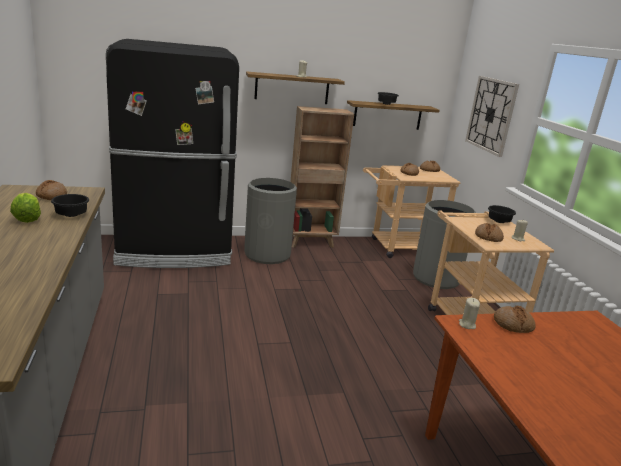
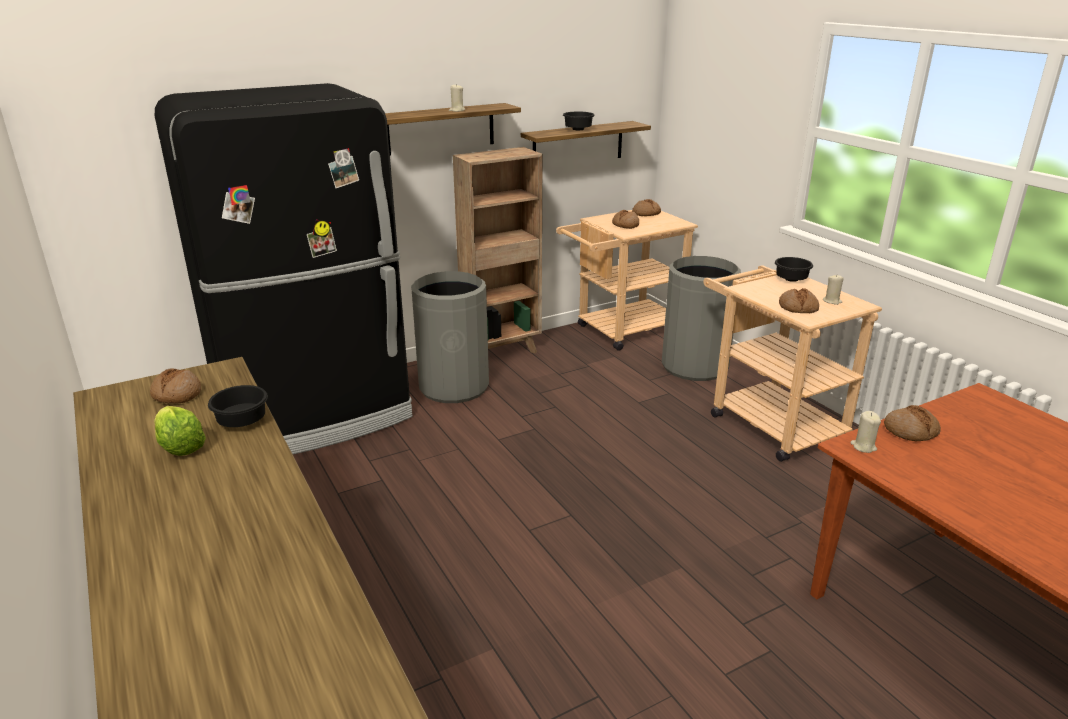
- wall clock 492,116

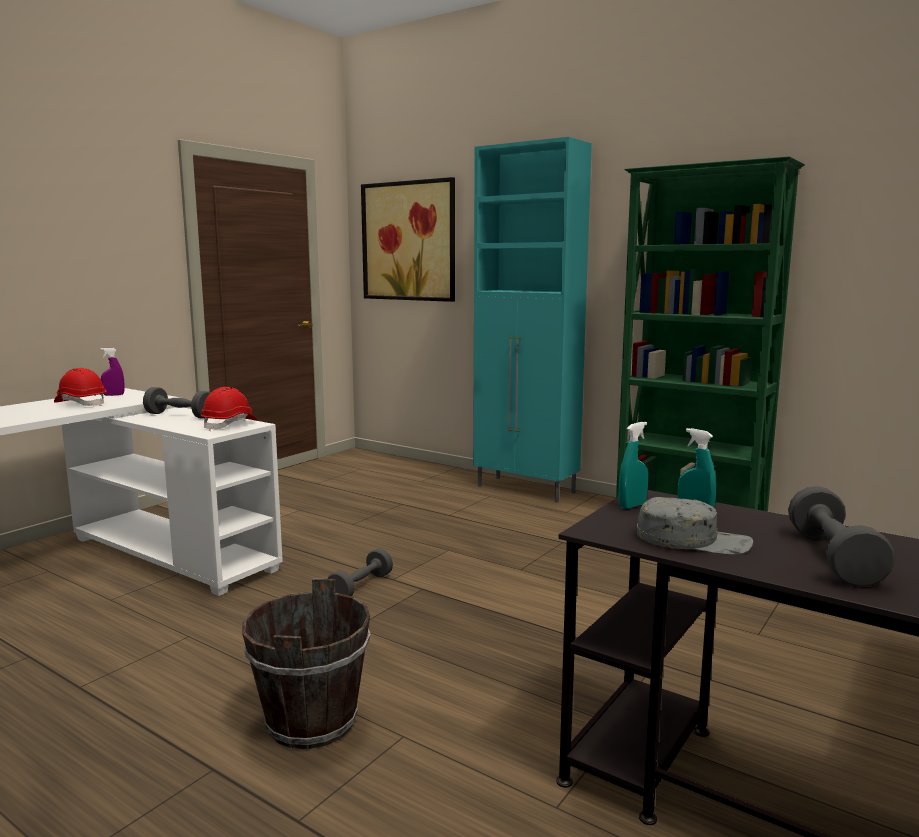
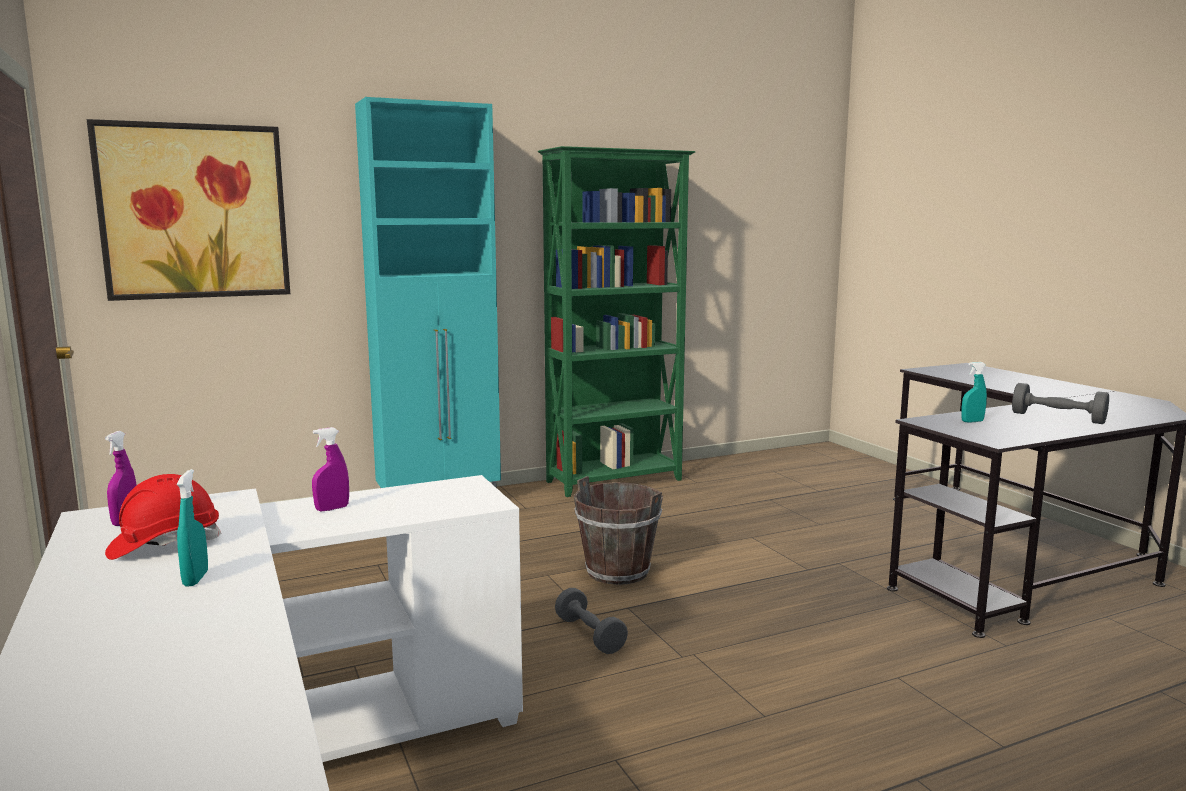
- red hard hat 229,409
- grey cap 695,526
~ brown bucket 306,663 to 618,530
~ turquoise spray bottle 633,465 to 192,528
~ grey dumbbell 176,403 to purple spray bottle 330,469

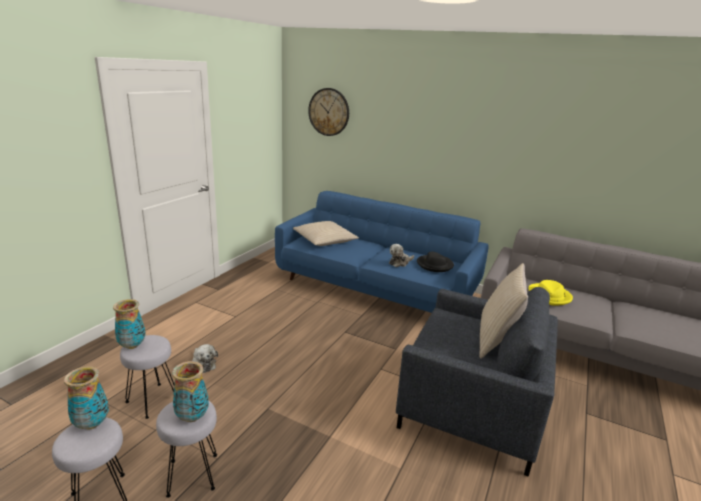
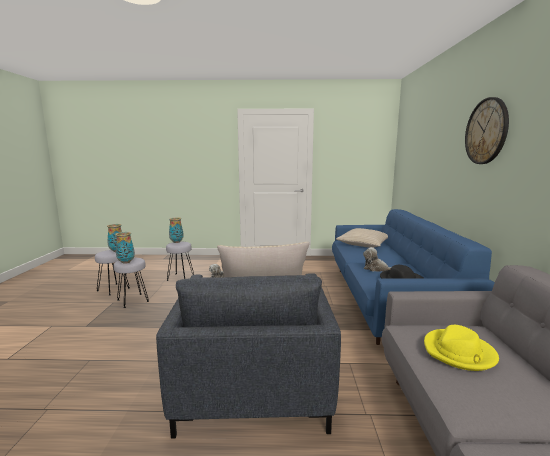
~ wall clock 328,112 to 487,130

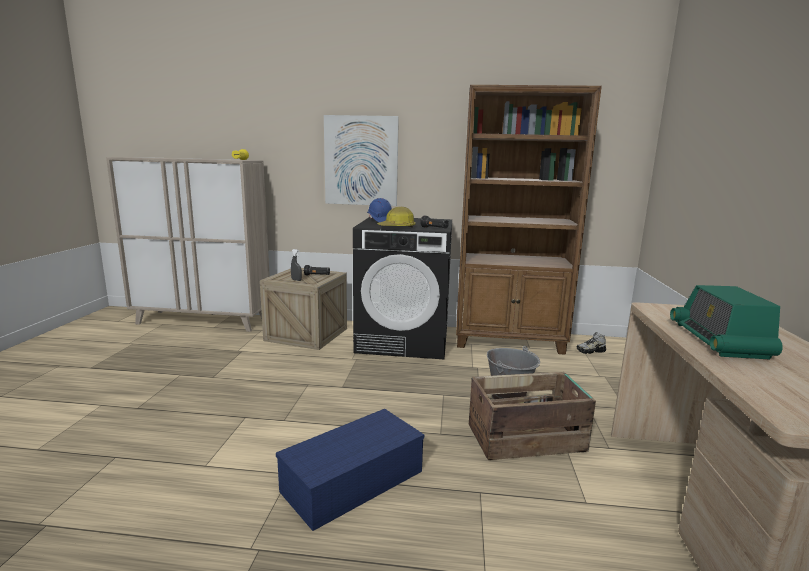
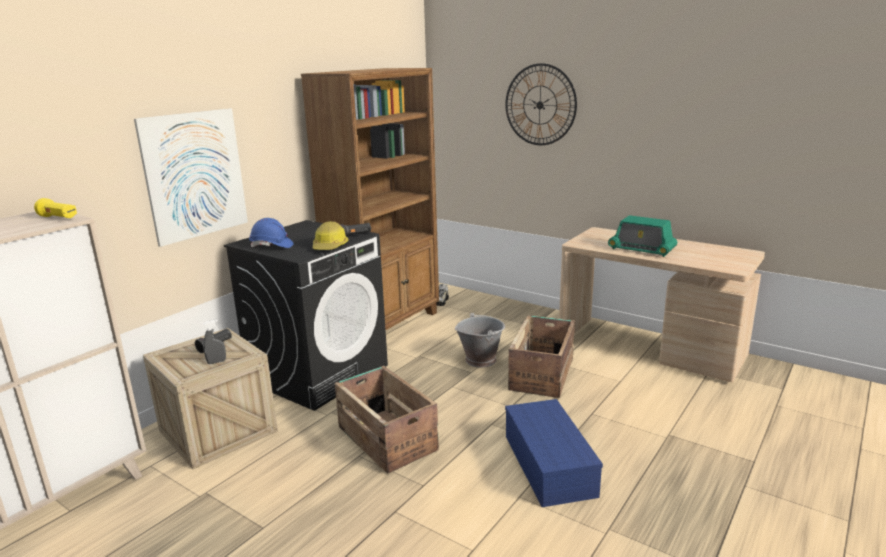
+ crate 387,420
+ wall clock 541,104

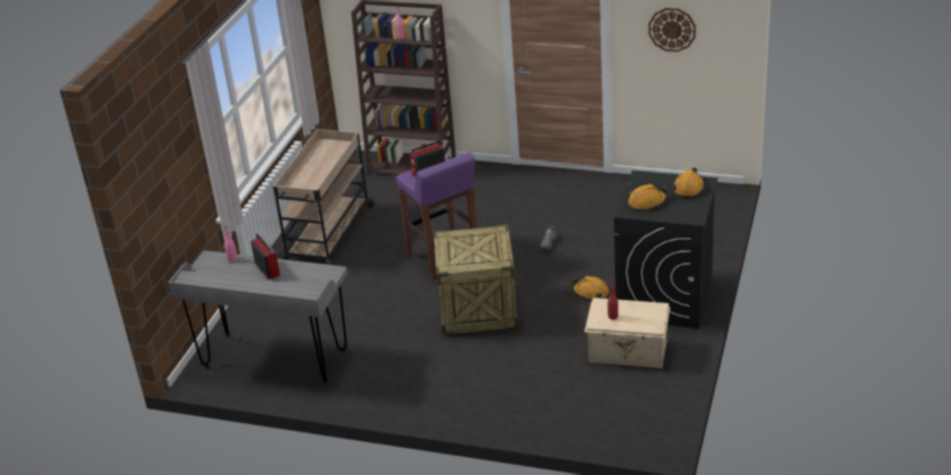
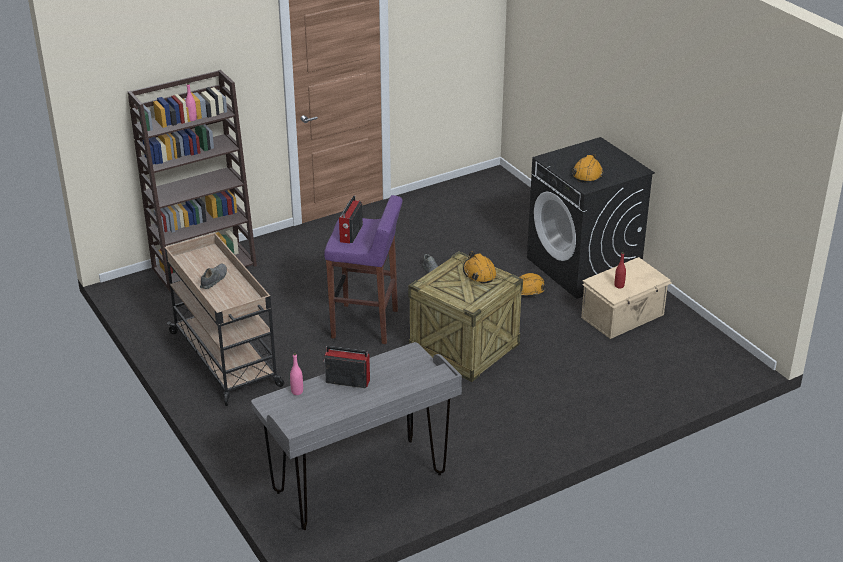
- wall clock 672,30
+ grey shoe 213,276
~ orange hard hat 688,182 to 479,268

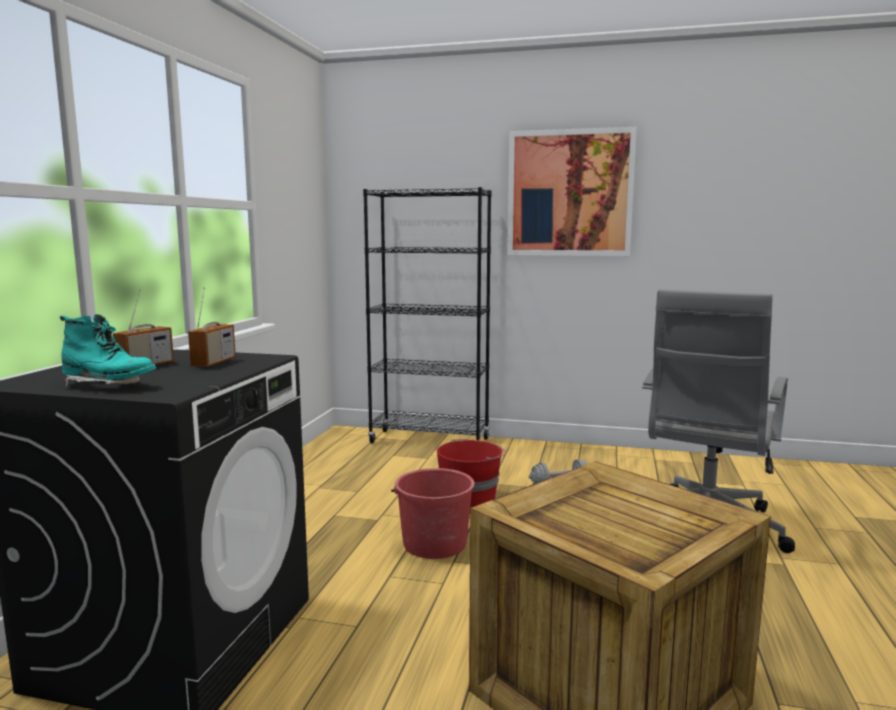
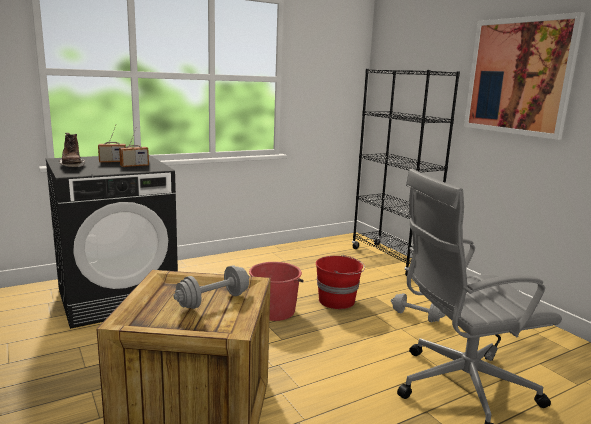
+ grey dumbbell 211,287
~ turquoise boot 108,350 to brown boot 72,150

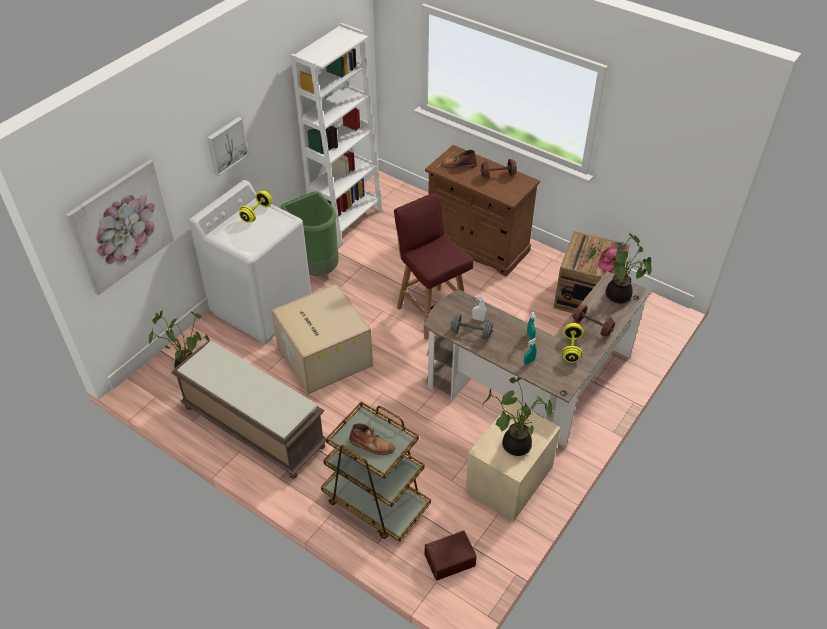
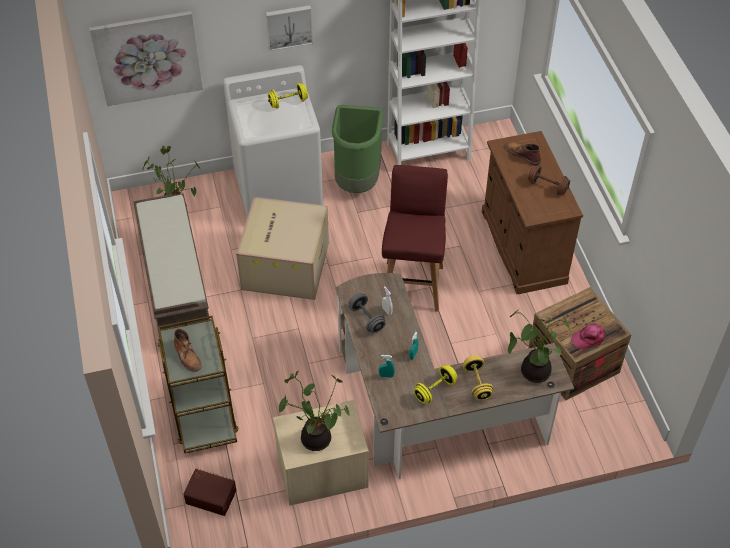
~ brown dumbbell 594,320 to yellow dumbbell 478,378

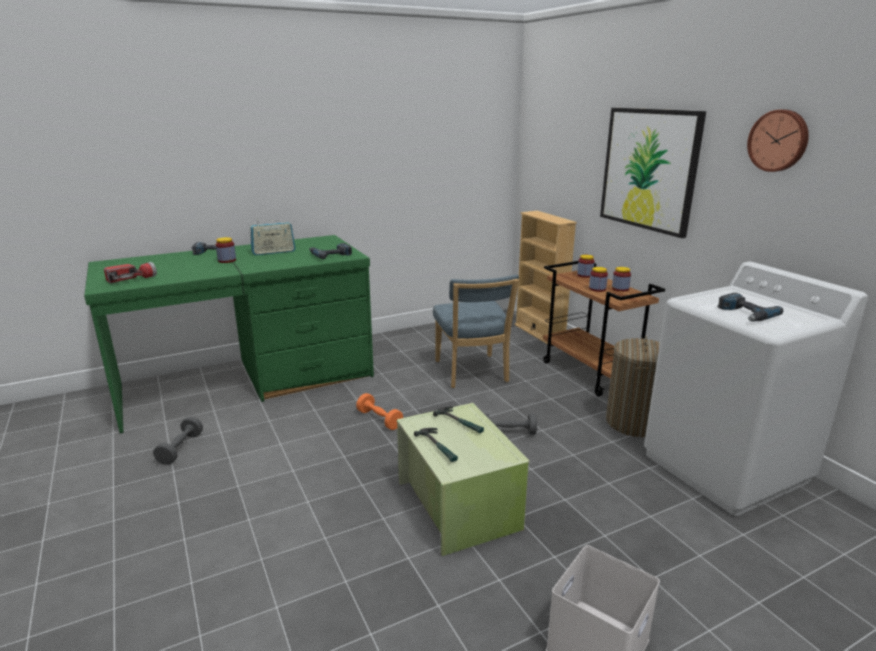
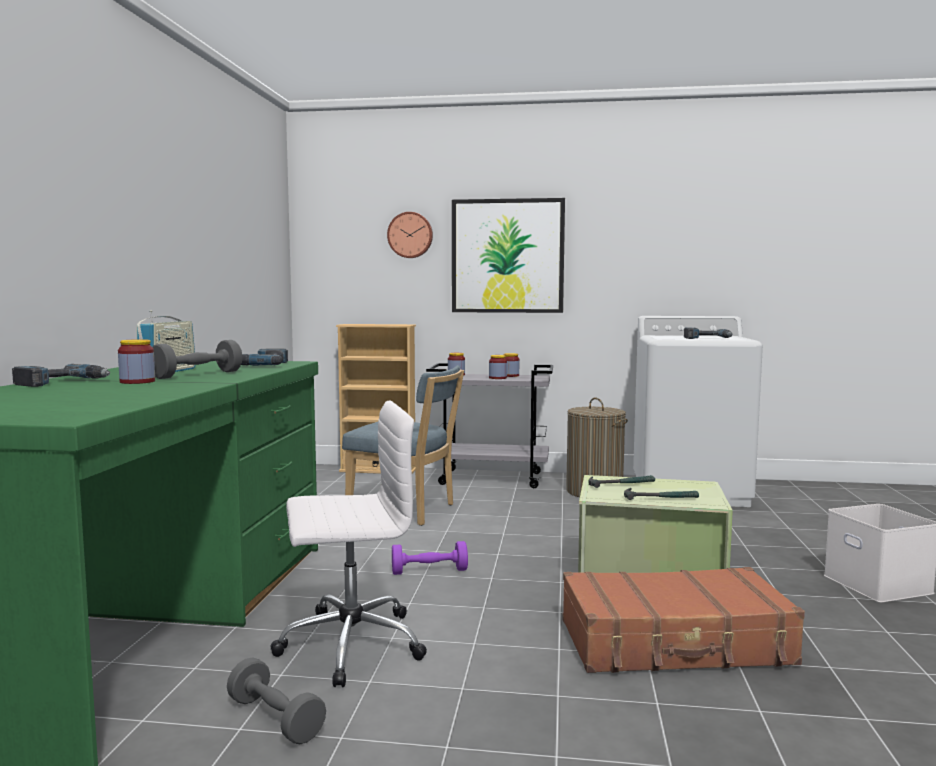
- flashlight 130,272
+ white office chair 349,544
+ brown suitcase 683,620
~ grey dumbbell 510,424 to 197,359
~ wall clock 778,141 to 410,235
~ orange dumbbell 379,411 to purple dumbbell 430,558
~ brown cart 604,328 to grey cart 489,425

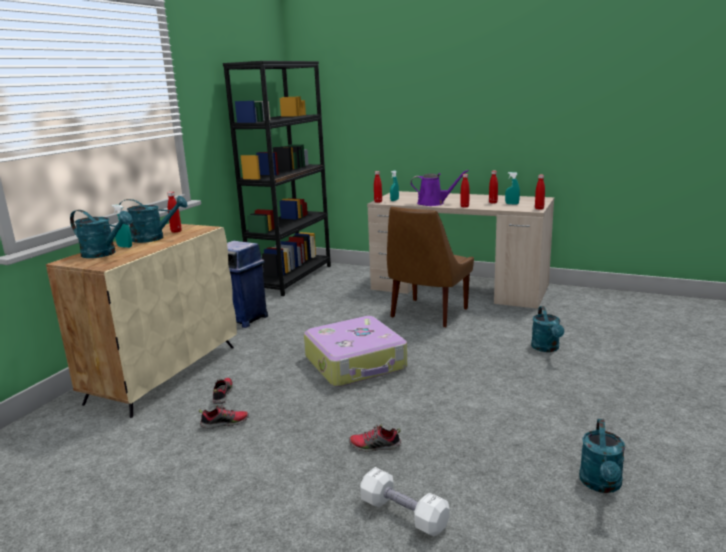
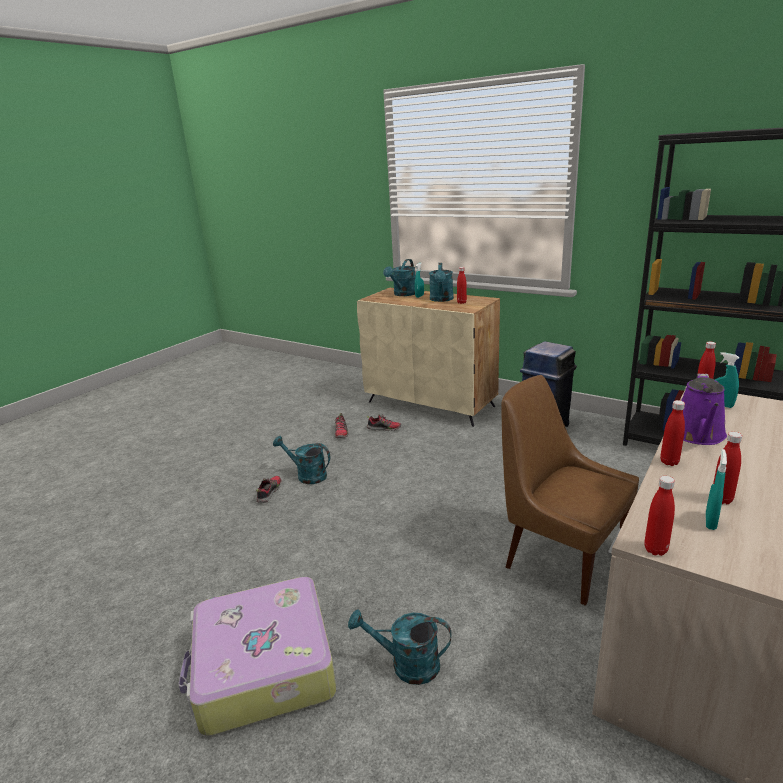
- white dumbbell 405,502
~ suitcase 355,351 to 257,656
~ turquoise watering can 602,456 to 301,460

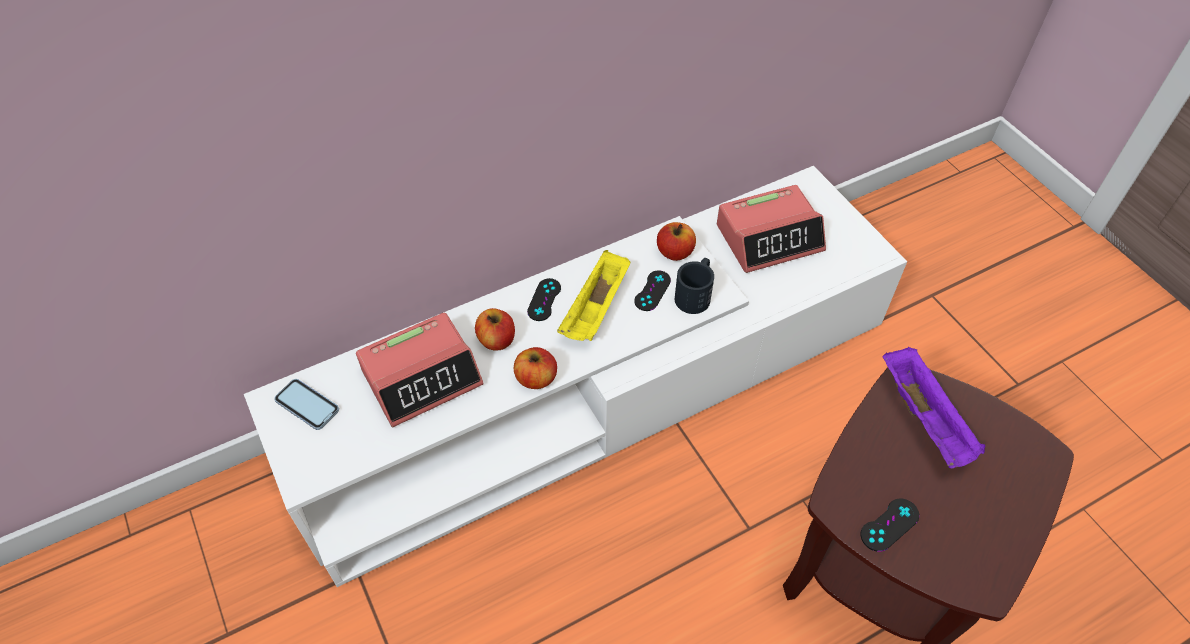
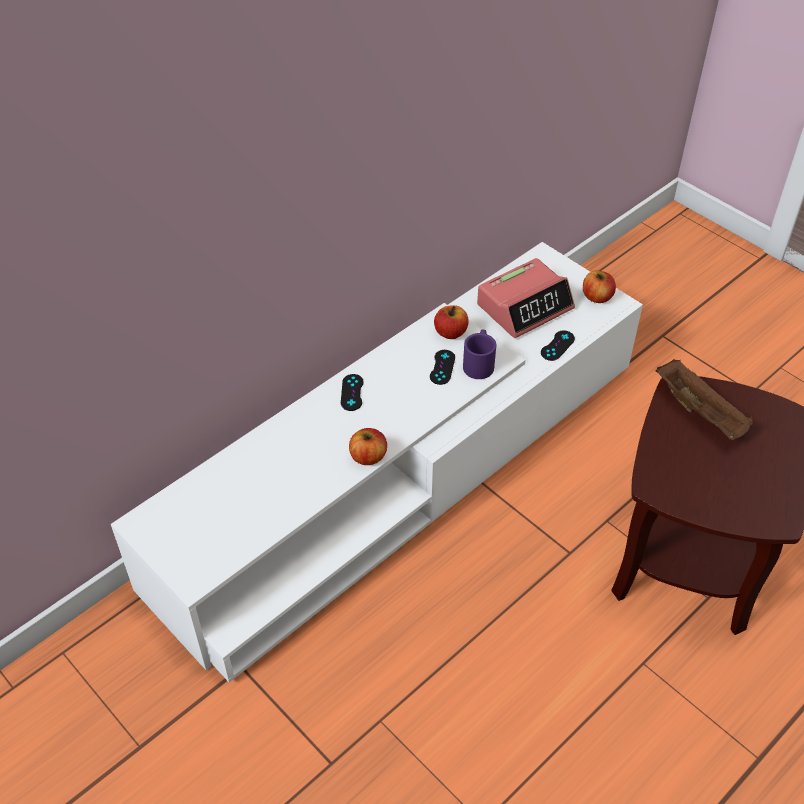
- phone 306,404
- alarm clock 420,370
- yellow tray 594,295
~ apple 495,329 to 599,287
~ black game controller 889,525 to 558,345
~ black mug 694,286 to purple mug 480,354
~ purple tray 934,408 to brown tray 704,399

